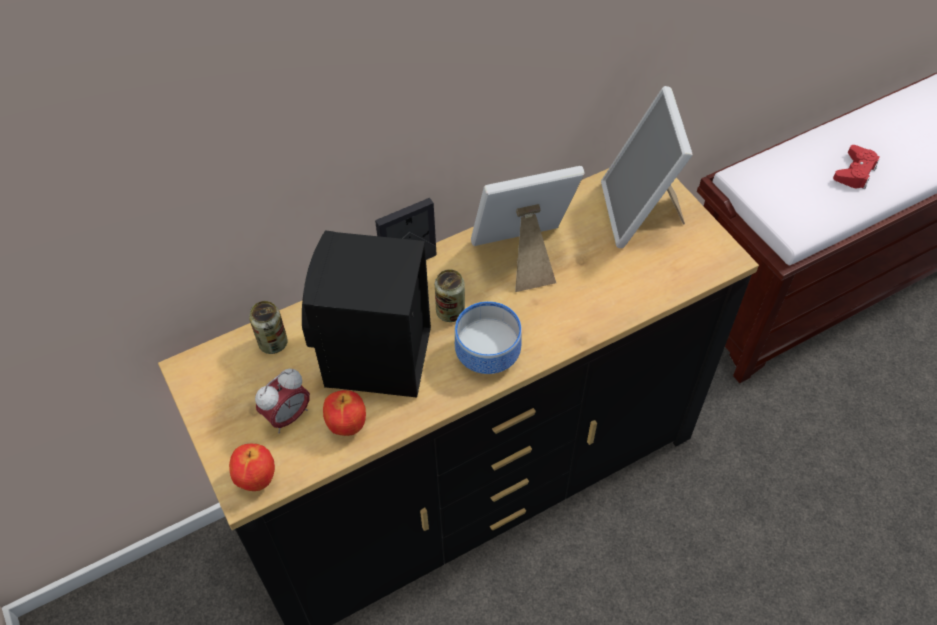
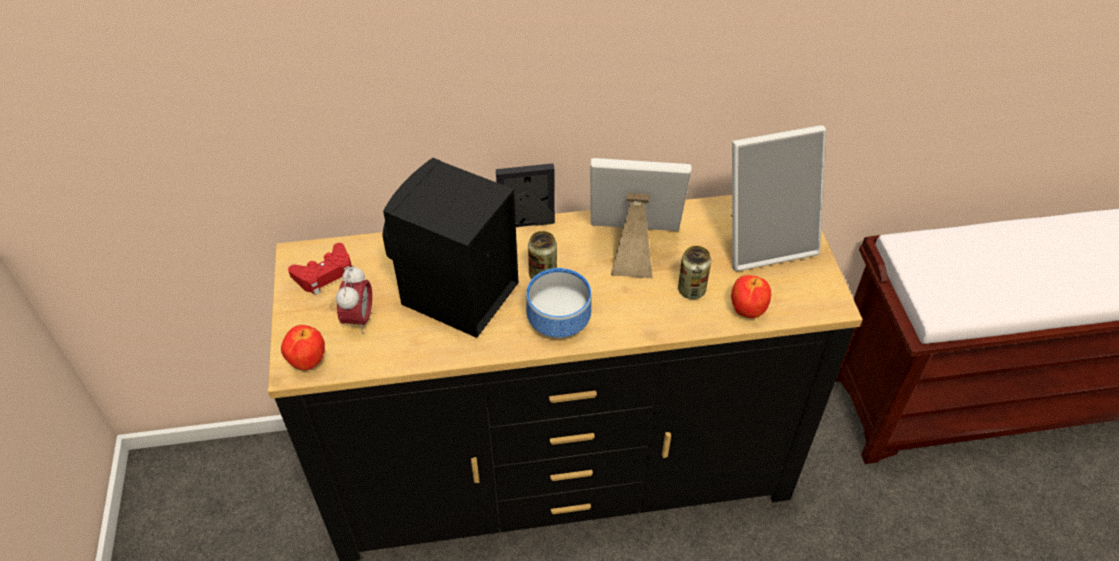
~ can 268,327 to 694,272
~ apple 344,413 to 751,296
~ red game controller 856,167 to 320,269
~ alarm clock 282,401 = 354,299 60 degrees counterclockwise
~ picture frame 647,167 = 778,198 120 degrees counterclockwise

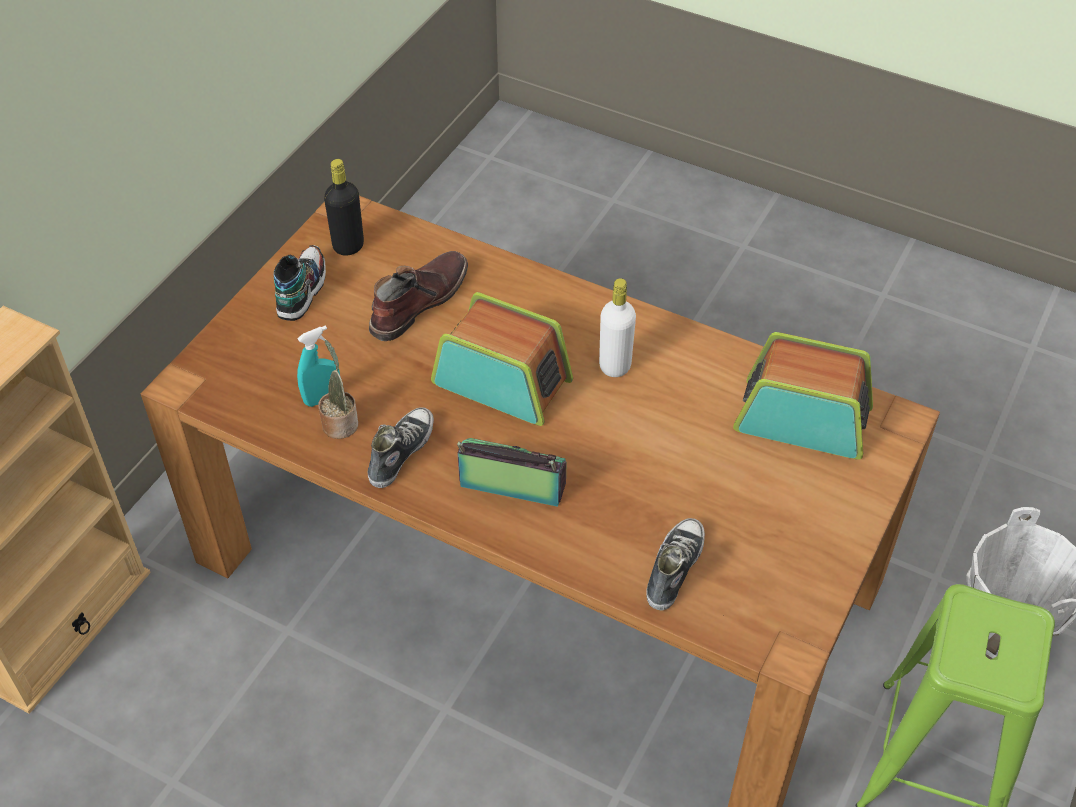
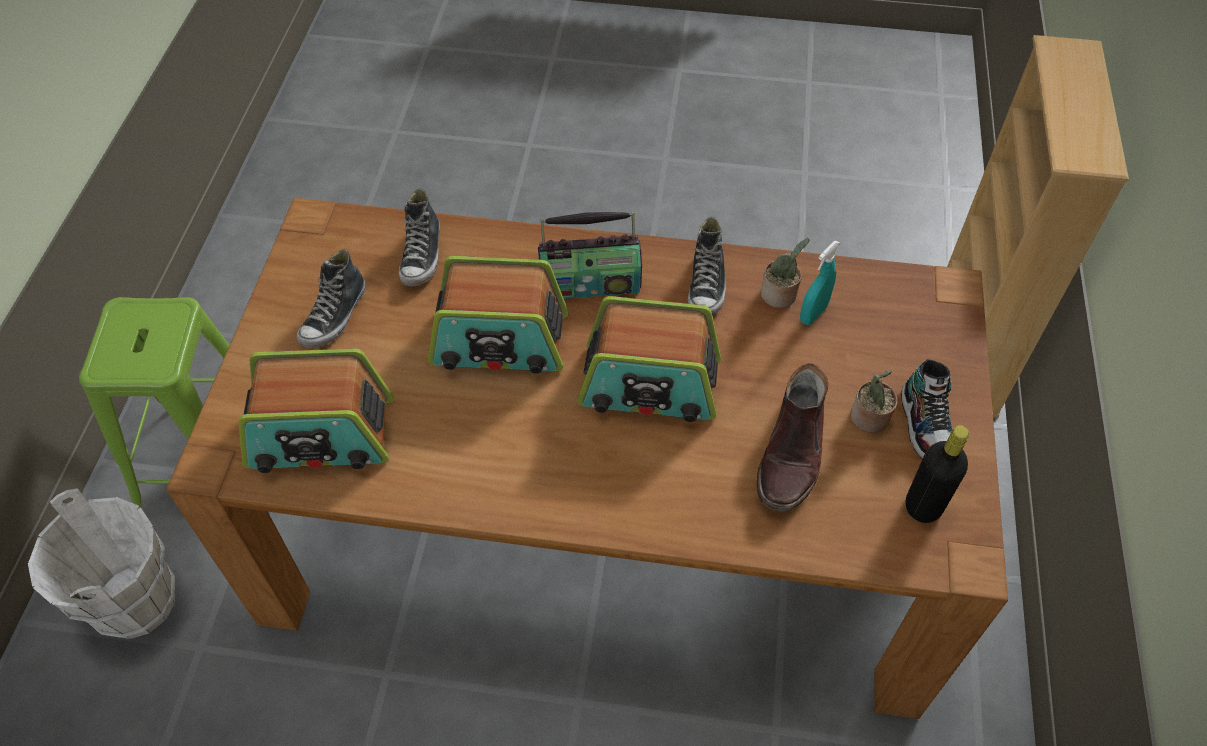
- white bottle 617,327
+ shoe 331,298
+ radio 498,315
+ potted plant 874,401

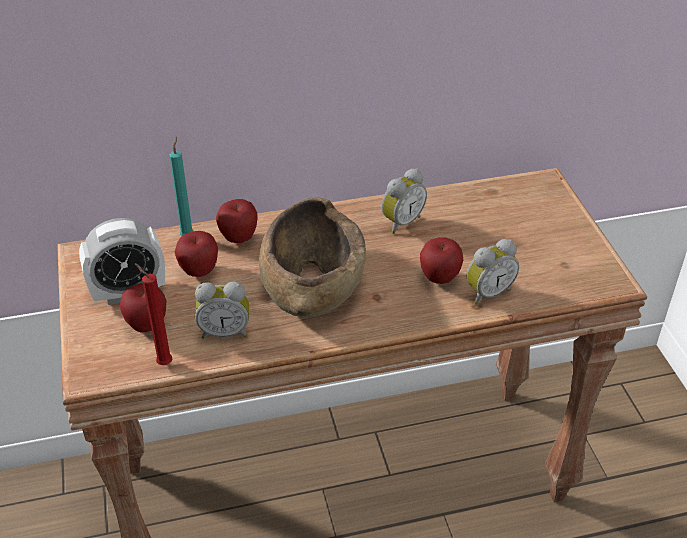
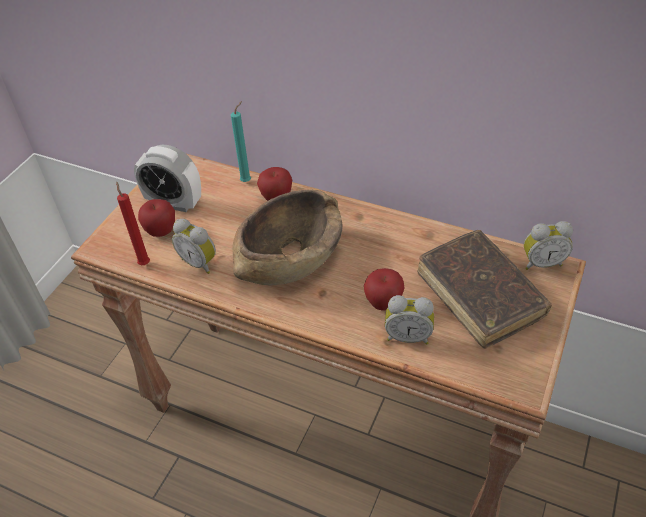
- apple 196,254
+ brown book 484,289
~ alarm clock 404,201 to 548,245

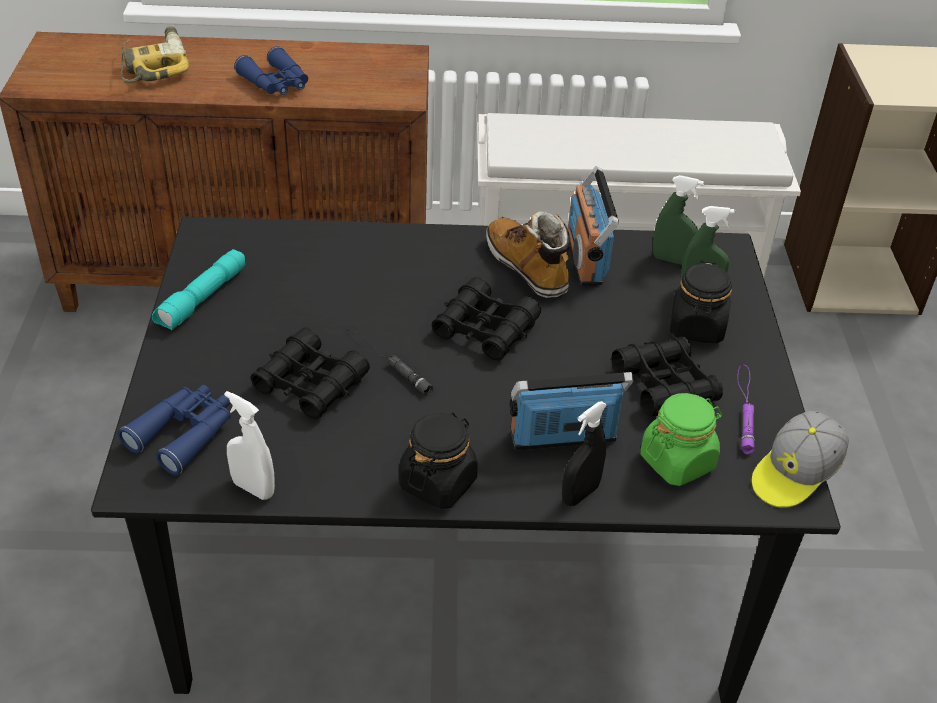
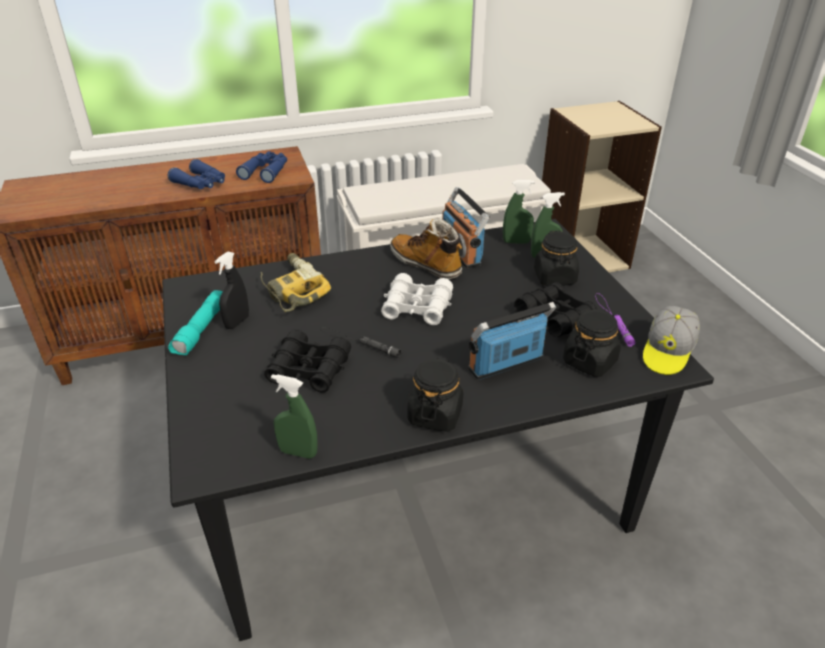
~ blue binoculars 174,430 to 261,167
~ power drill 154,54 to 296,282
~ black spray bottle 584,453 to 231,290
~ white spray bottle 249,445 to green spray bottle 294,416
~ black binoculars 486,319 to white binoculars 417,299
~ green jar 681,439 to black jar 592,343

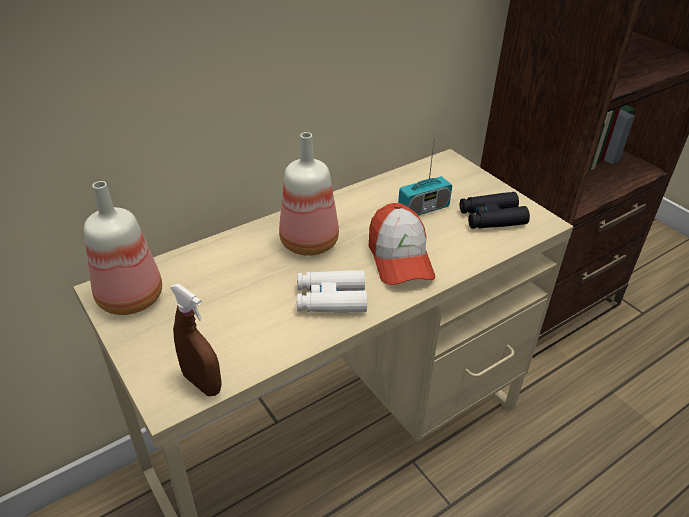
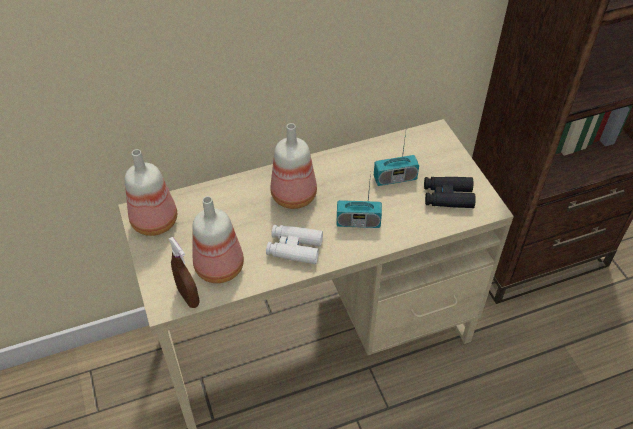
+ bottle 218,239
~ cap 402,244 to radio 359,200

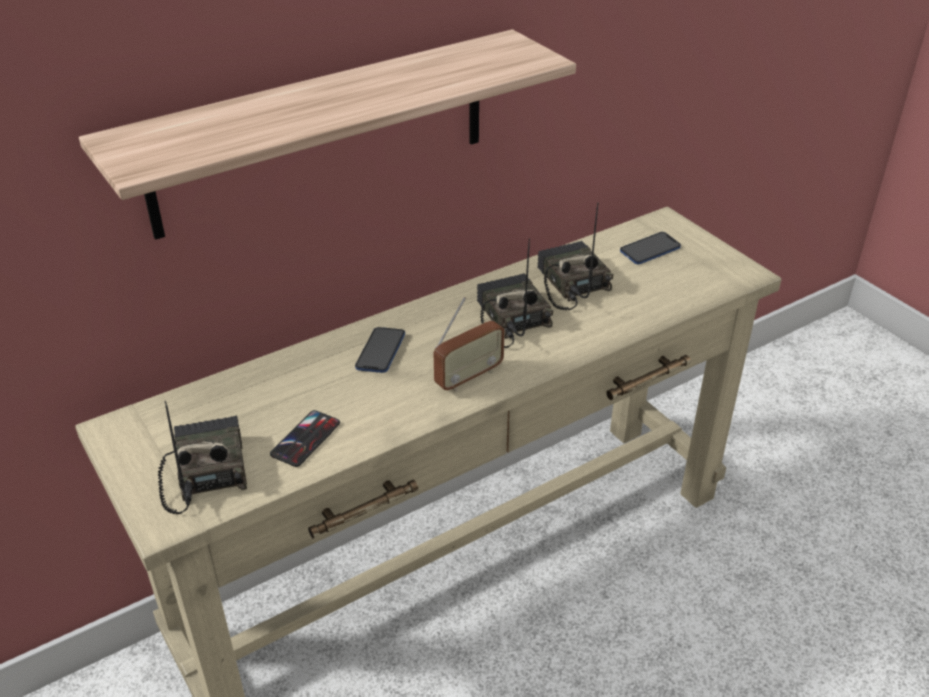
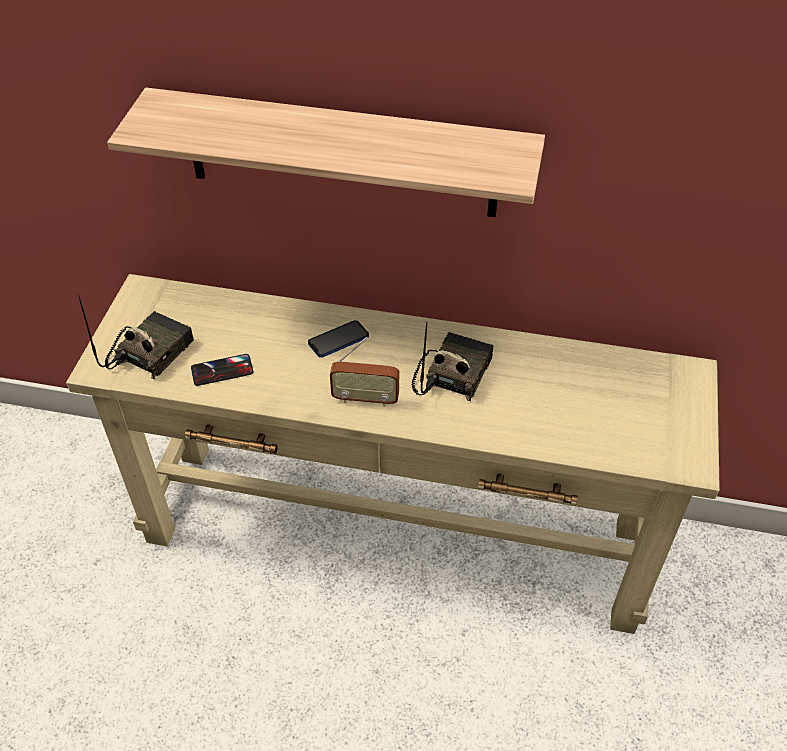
- radio 575,256
- phone 650,248

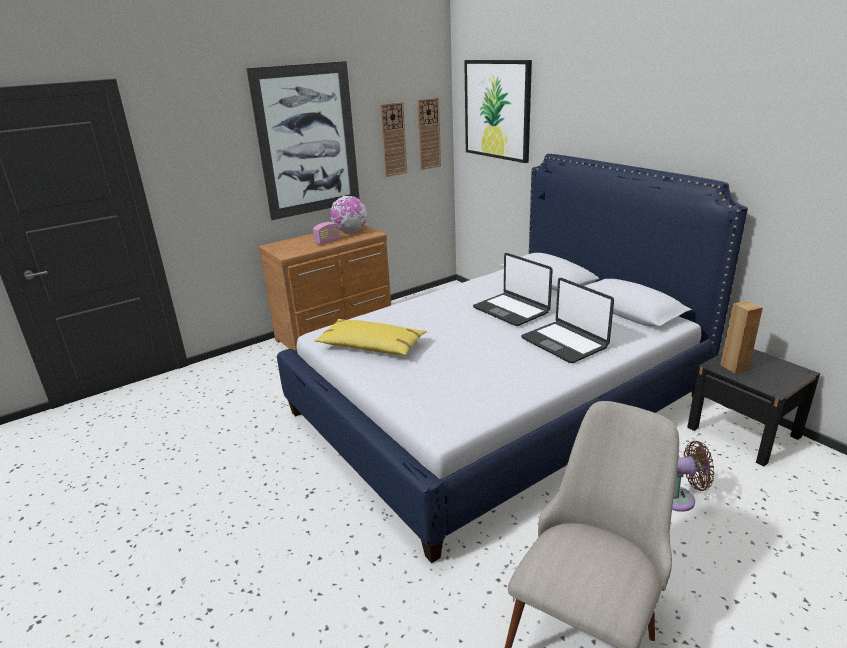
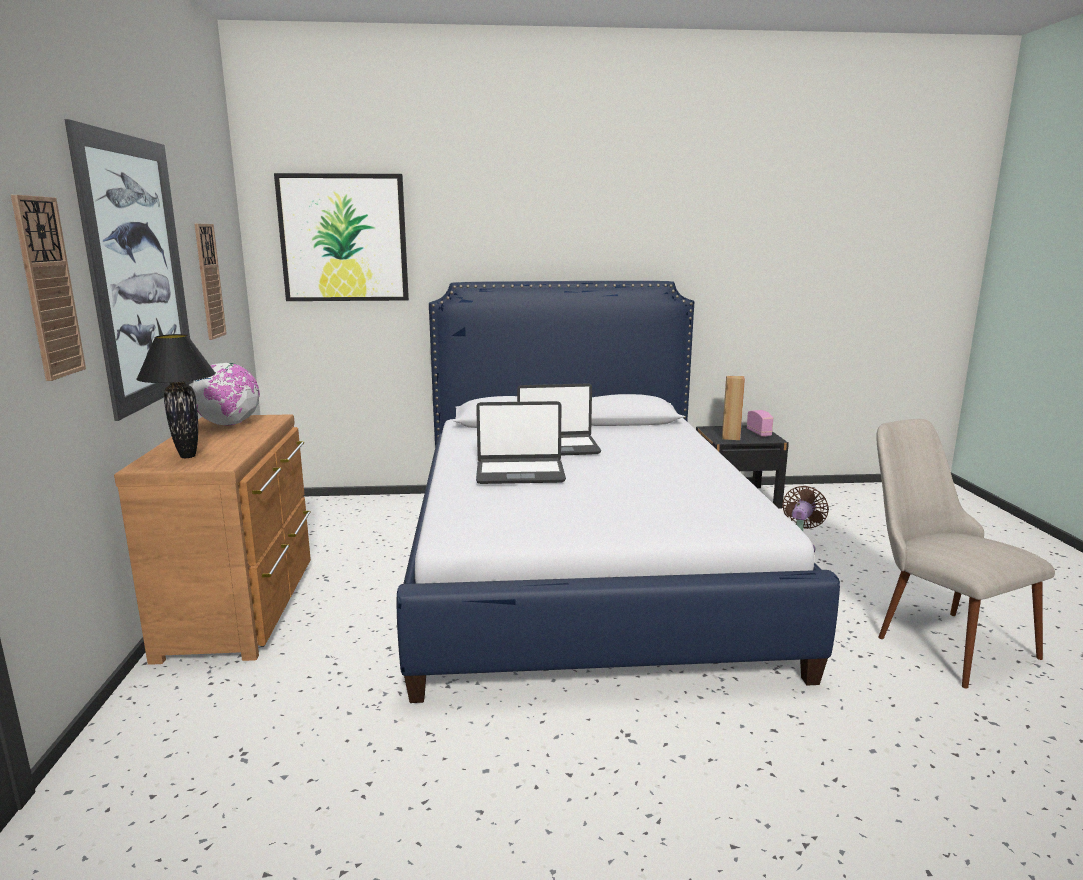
- yellow pillow 370,337
+ black table lamp 176,396
~ radio 326,233 to 760,423
~ wall clock 429,133 to 48,288
~ laptop 567,320 to 521,442

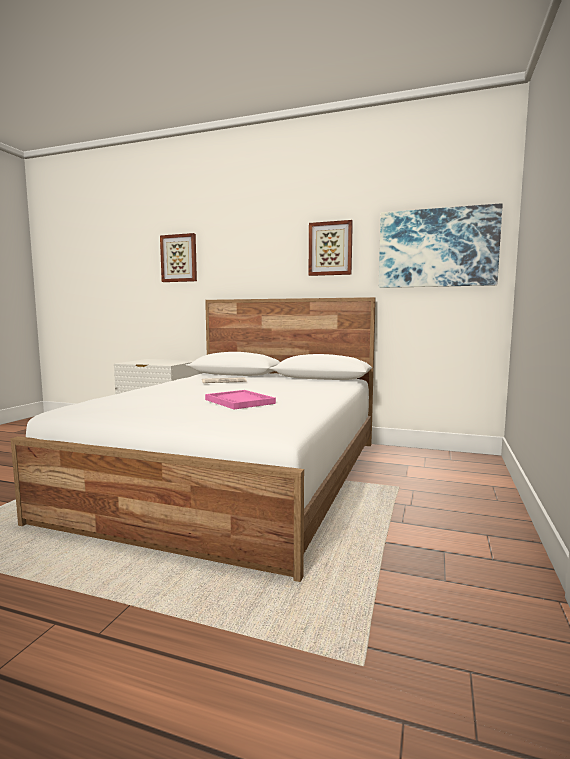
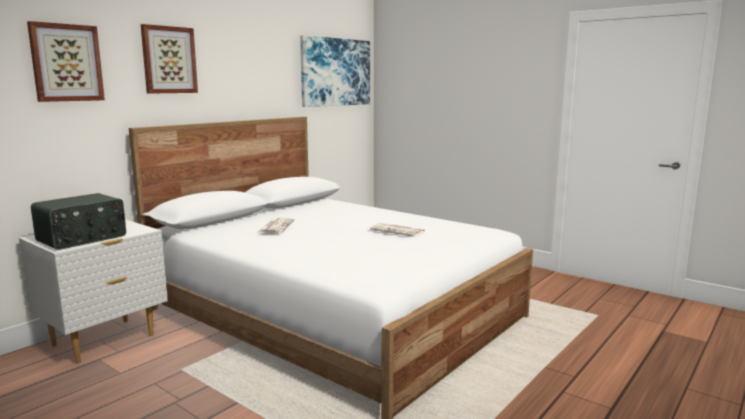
+ radio 78,221
~ picture 331,248 to 169,59
~ pink tray 240,399 to newspaper 398,230

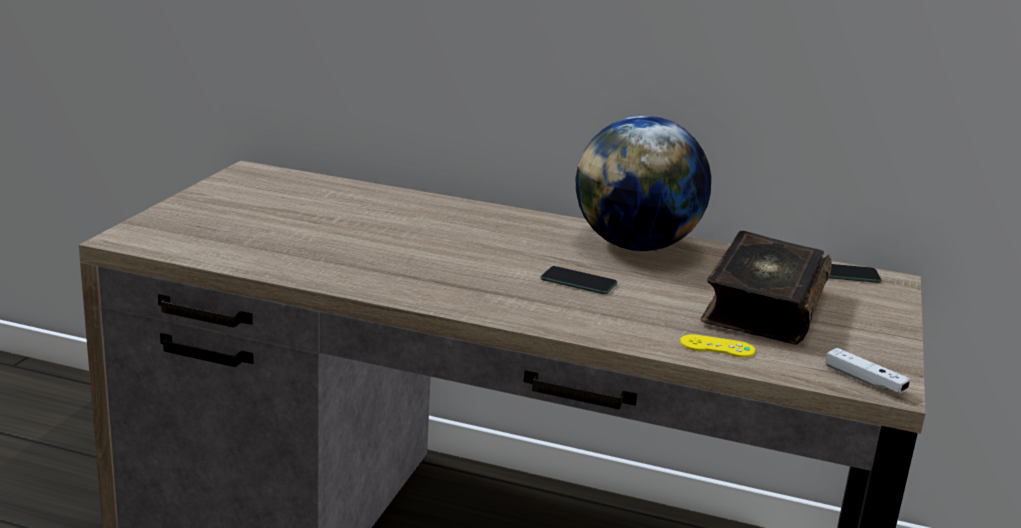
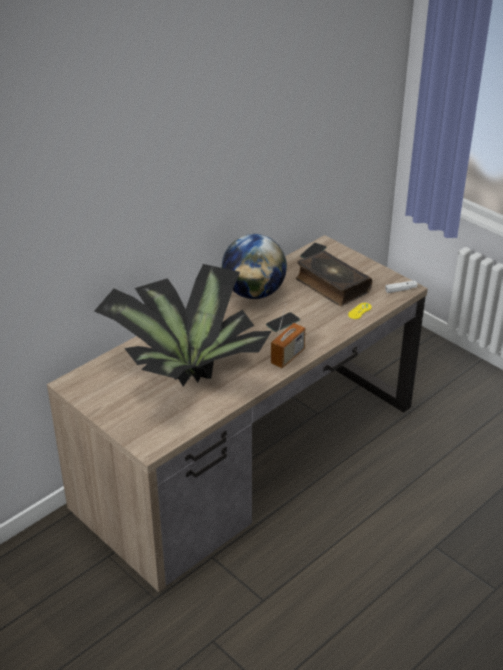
+ potted plant 183,325
+ radio 288,336

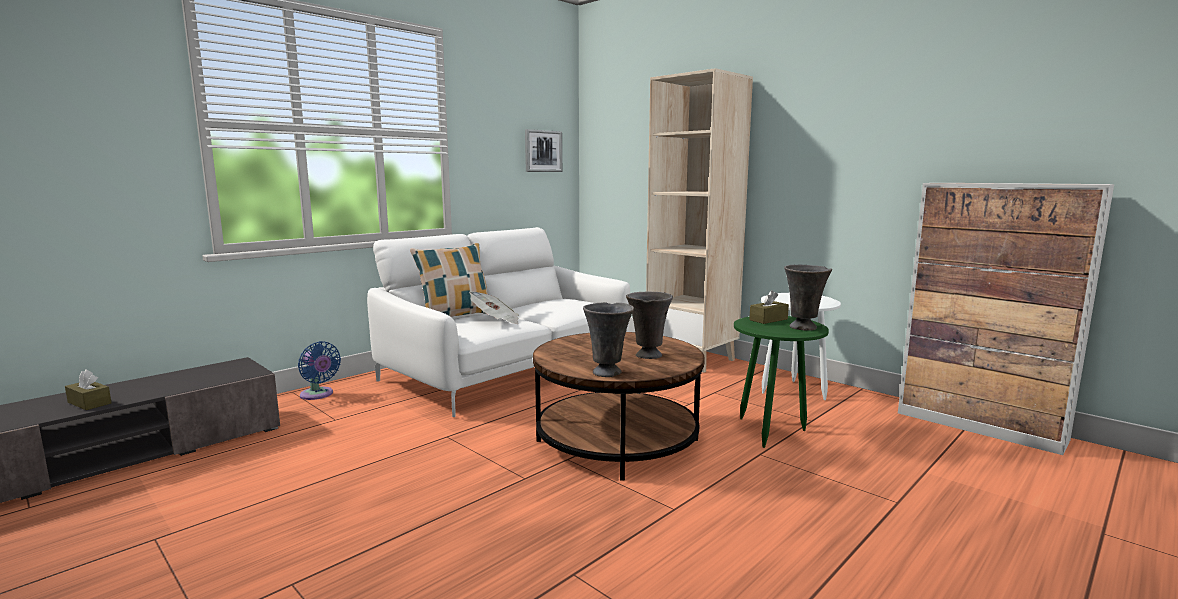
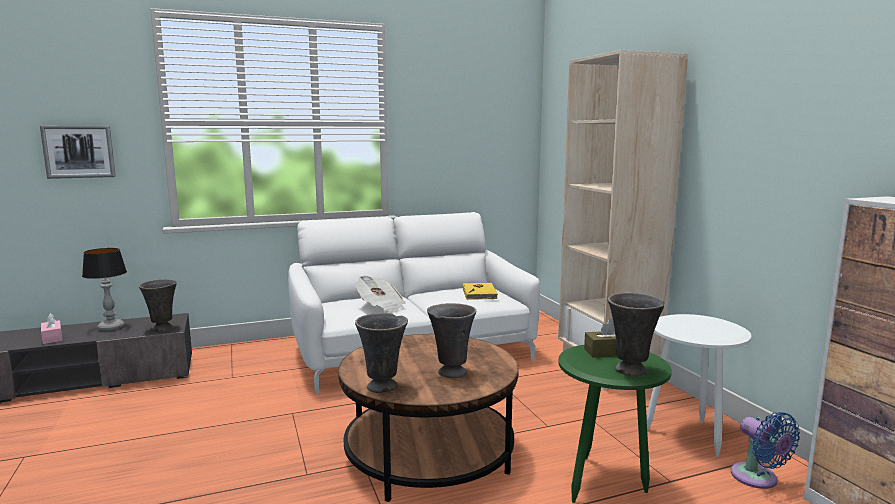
- pillow 449,280
+ table lamp 104,289
+ grey vase 158,305
+ yellow book 480,291
~ blue fan 319,370 to 765,450
~ picture 543,150 to 78,152
~ brown tissue box 88,389 to pink tissue box 52,328

